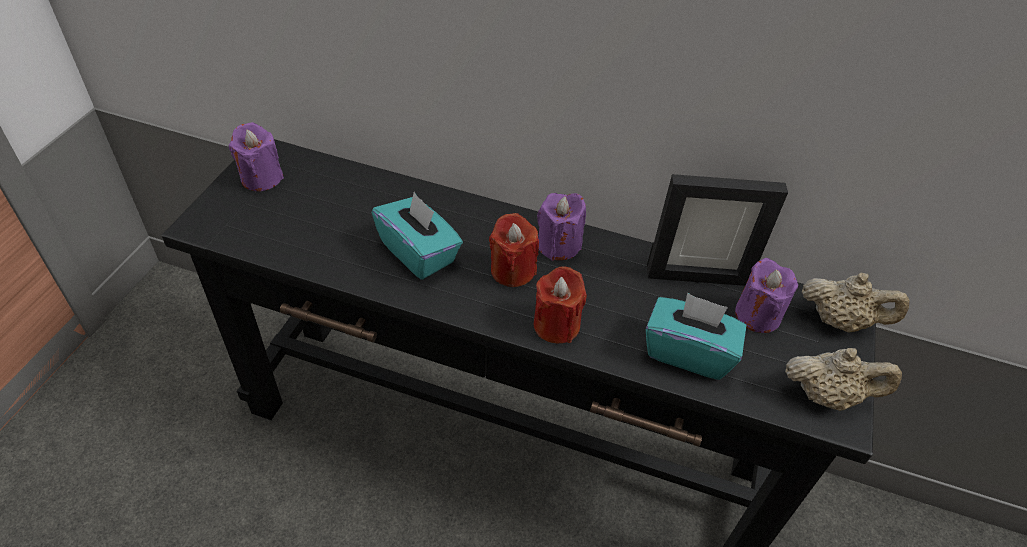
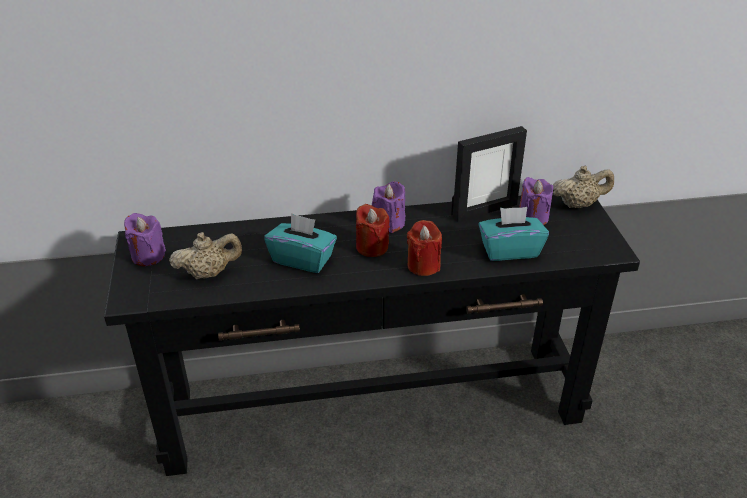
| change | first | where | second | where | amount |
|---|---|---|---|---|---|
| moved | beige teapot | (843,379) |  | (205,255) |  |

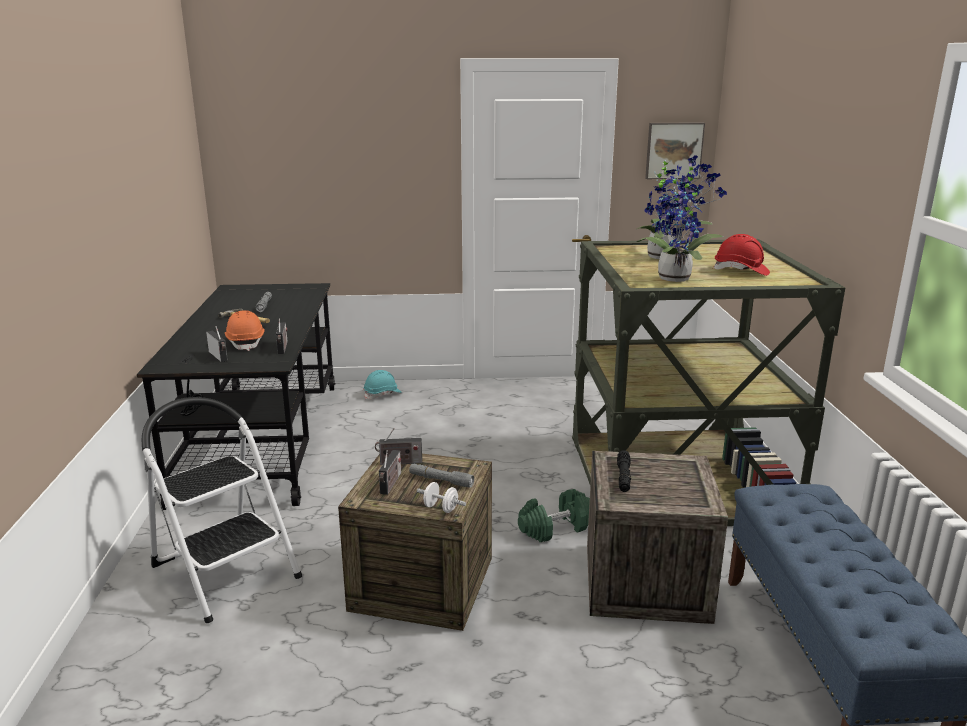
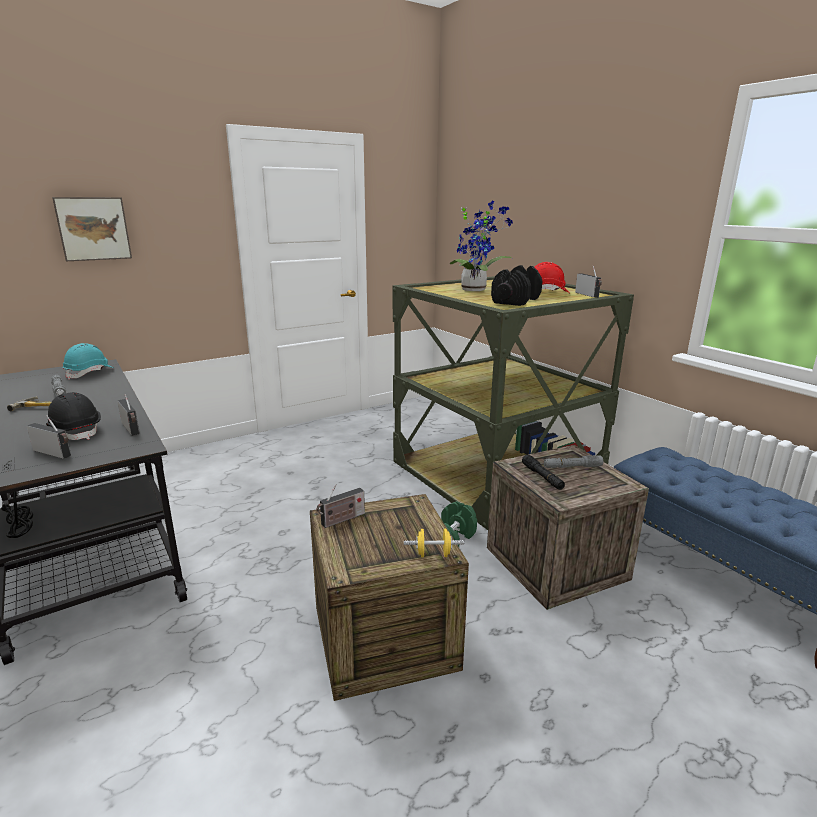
| change | first | where | second | where | amount |
|---|---|---|---|---|---|
| removed | step ladder | (222,510) |  |  |  |
| moved | turquoise hard hat | (383,384) |  | (88,361) |  |
| moved | radio | (390,472) |  | (588,281) |  |
| moved | grey flashlight | (441,476) |  | (573,461) |  |
| moved | picture | (675,151) |  | (92,229) |  |
| replaced | potted plant | (682,223) | black dumbbell | (516,285) |  |
| recoloured | orange hard hat | (245,330) | black hard hat | (73,416) |  |
| recoloured | white dumbbell | (441,497) | yellow dumbbell | (434,543) |  |

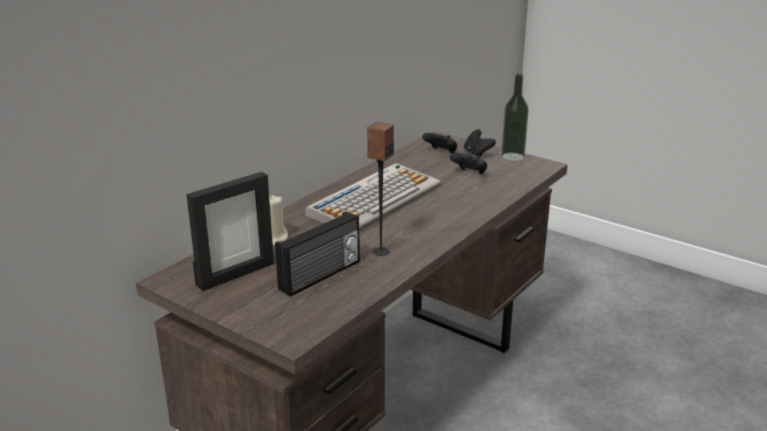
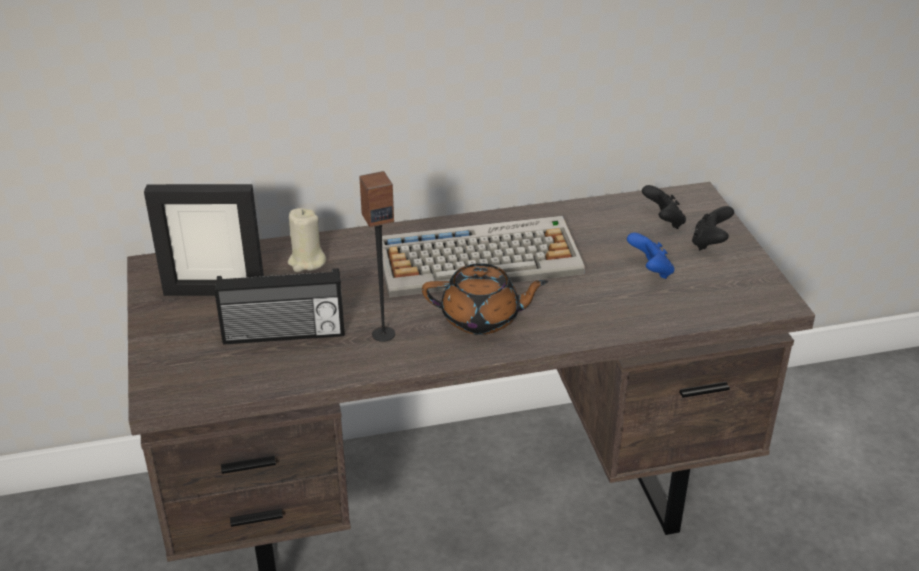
| change | first | where | second | where | amount |
|---|---|---|---|---|---|
| removed | bottle | (515,117) |  |  |  |
| added |  |  | brown teapot | (485,299) |  |
| recoloured | black game controller | (468,163) | blue game controller | (650,255) |  |

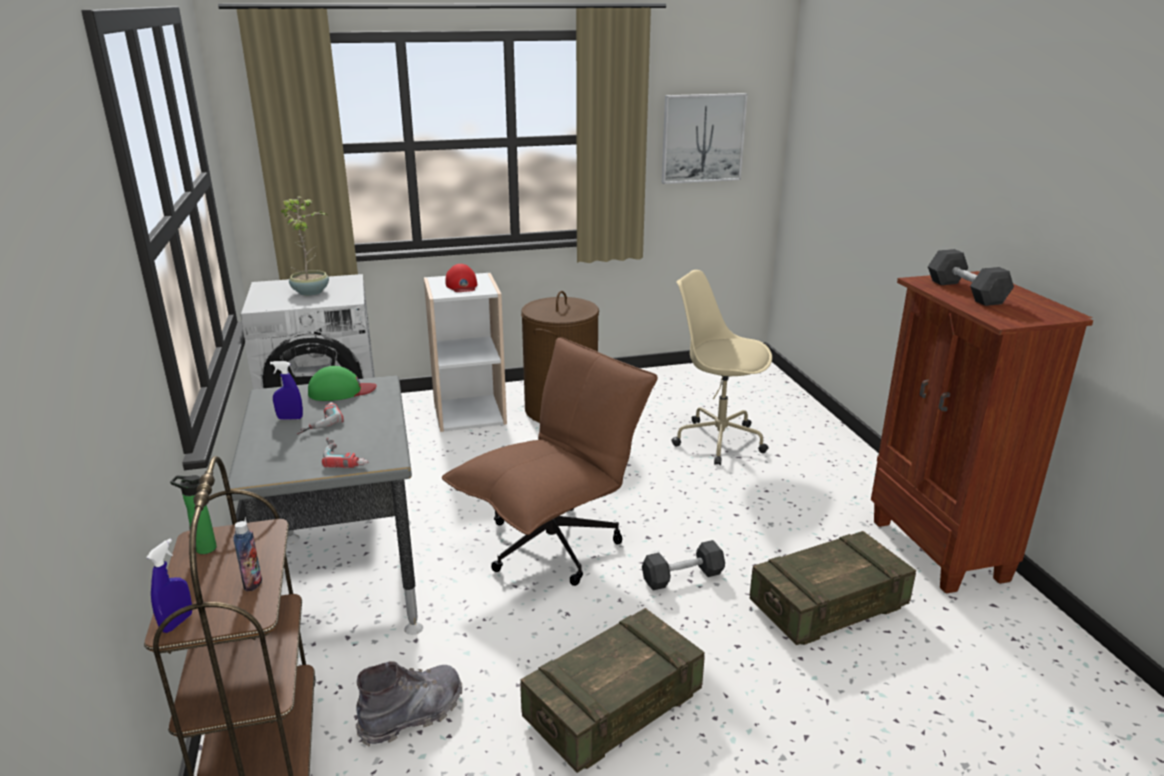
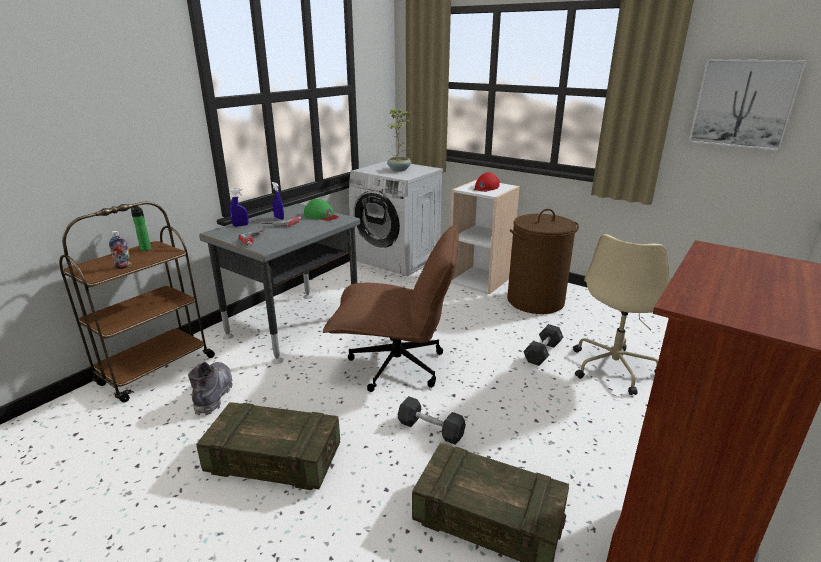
| change | first | where | second | where | amount |
|---|---|---|---|---|---|
| moved | blue spray bottle | (169,585) |  | (239,207) |  |
| moved | grey dumbbell | (971,277) |  | (543,345) |  |
| turned | grey boot | (409,703) |  | (210,389) | 105 degrees counterclockwise |
| turned | beige office chair | (721,367) |  | (621,314) | 135 degrees counterclockwise |

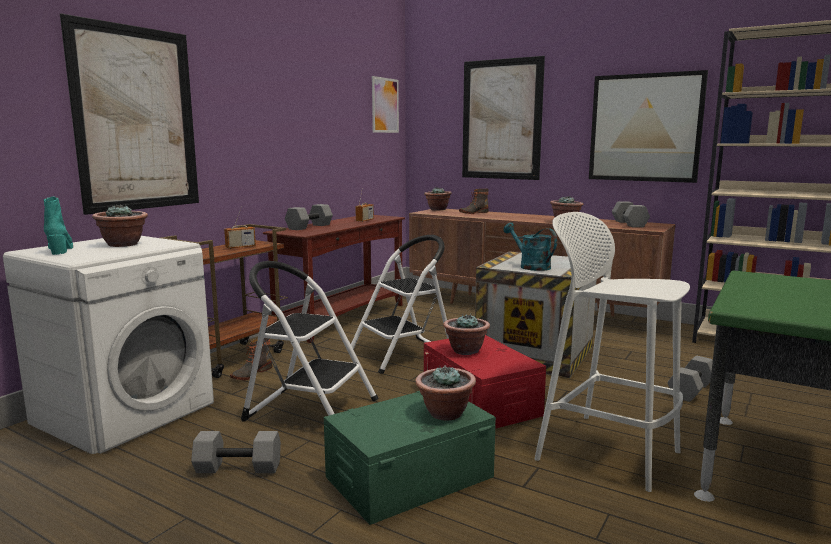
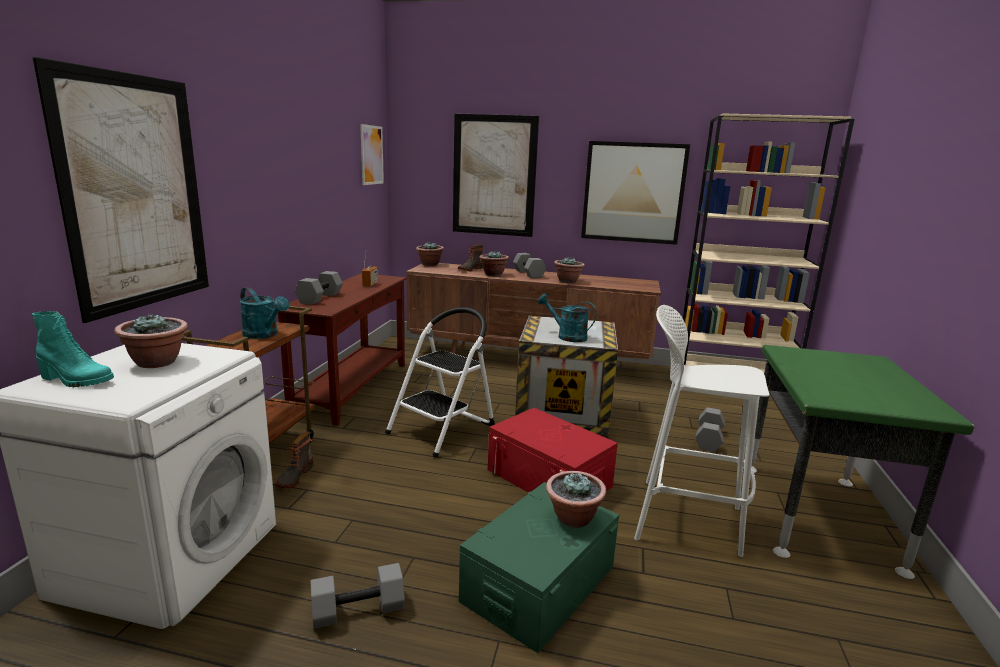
| change | first | where | second | where | amount |
|---|---|---|---|---|---|
| removed | step ladder | (309,341) |  |  |  |
| moved | potted plant | (466,334) |  | (494,263) |  |
| moved | grey dumbbell | (631,214) |  | (529,265) |  |
| replaced | radio | (240,227) | turquoise watering can | (264,313) |  |
| turned | turquoise boot | (58,226) |  | (73,349) | 150 degrees clockwise |

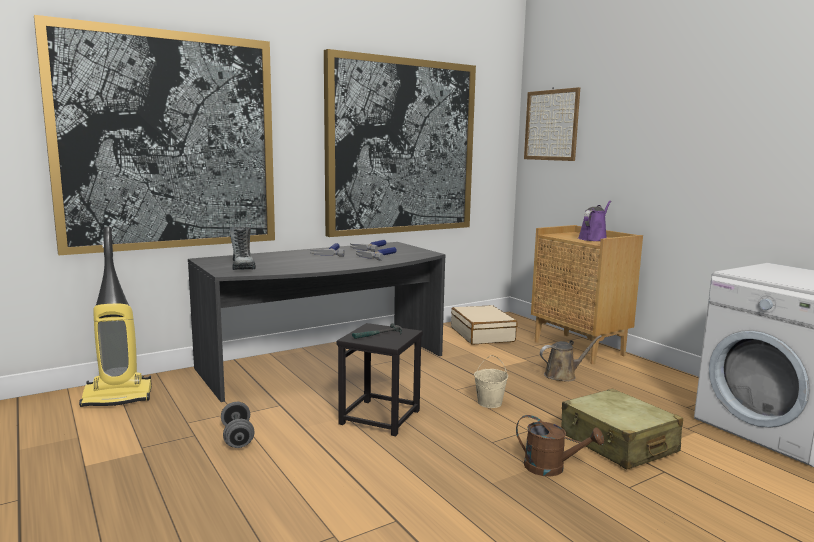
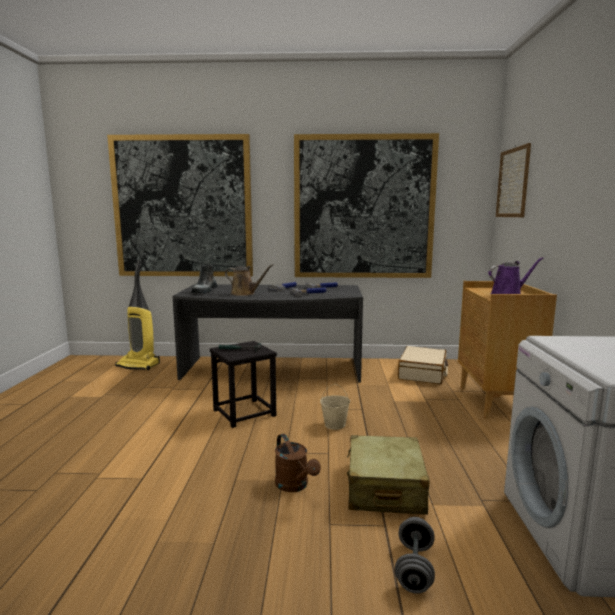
| change | first | where | second | where | amount |
|---|---|---|---|---|---|
| moved | grey dumbbell | (237,425) |  | (415,555) |  |
| moved | brown watering can | (571,358) |  | (249,280) |  |

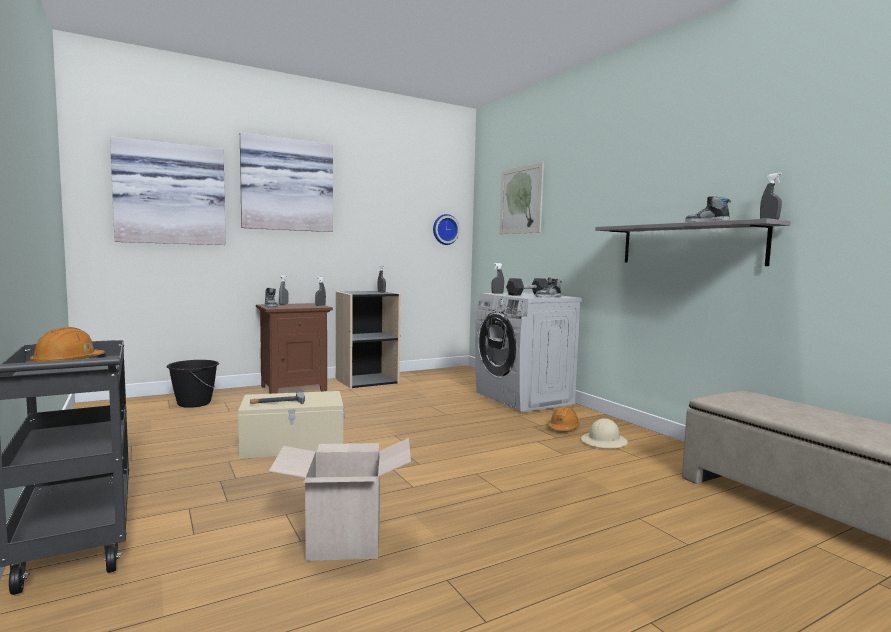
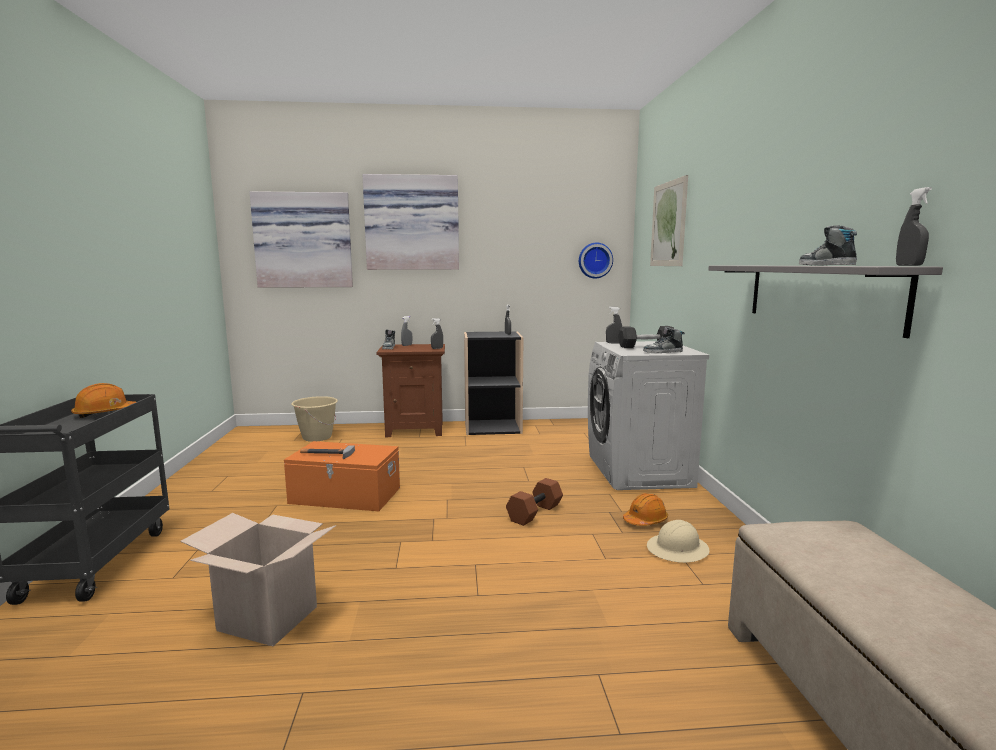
| change | first | where | second | where | amount |
|---|---|---|---|---|---|
| added |  |  | brown dumbbell | (534,502) |  |
| recoloured | black bucket | (192,384) | beige bucket | (314,419) |  |
| recoloured | beige storage box | (291,425) | orange storage box | (342,476) |  |

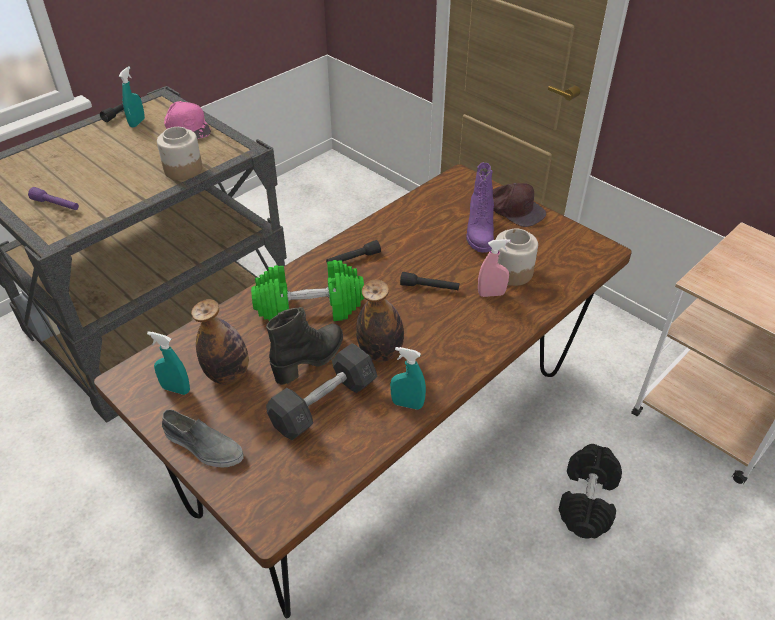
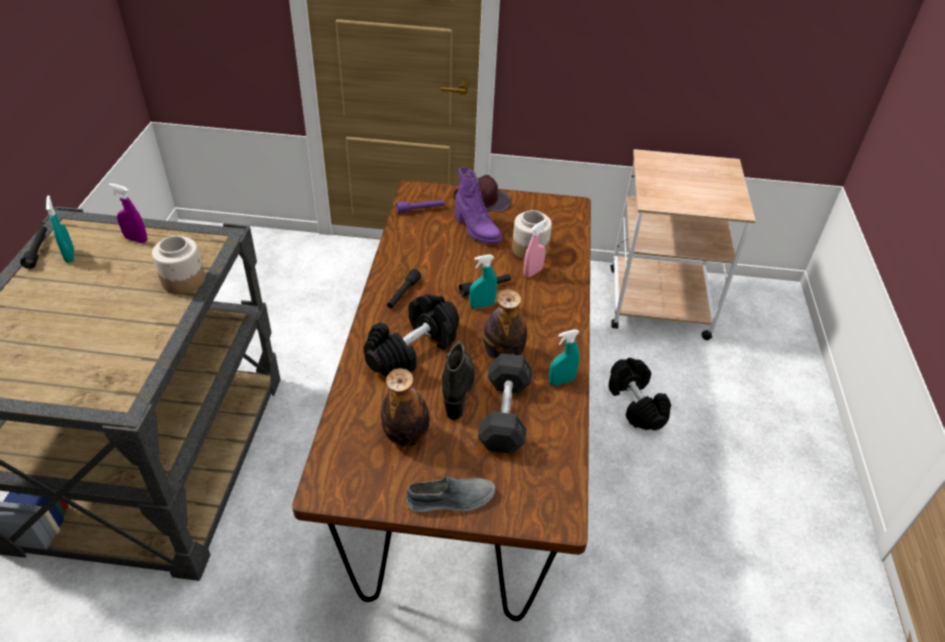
| change | first | where | second | where | amount |
|---|---|---|---|---|---|
| moved | purple flashlight | (53,198) |  | (420,206) |  |
| moved | turquoise spray bottle | (168,363) |  | (483,281) |  |
| replaced | pink cap | (187,120) | purple spray bottle | (128,213) |  |
| recoloured | green dumbbell | (308,290) | black dumbbell | (411,335) |  |

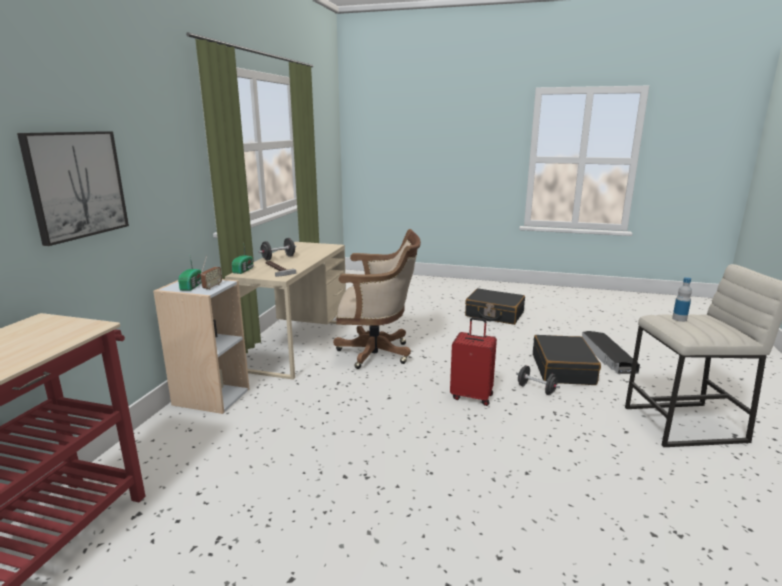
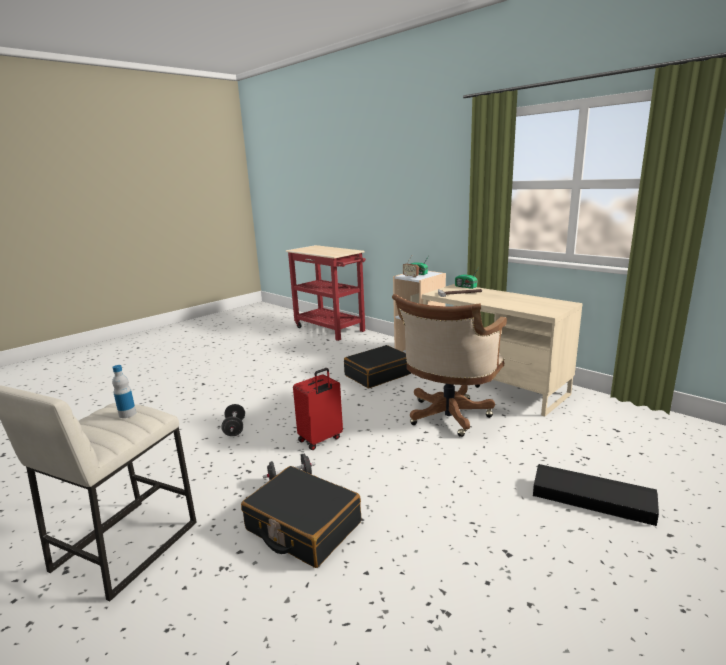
| change | first | where | second | where | amount |
|---|---|---|---|---|---|
| removed | picture | (73,188) |  |  |  |
| moved | black dumbbell | (277,249) |  | (233,420) |  |
| moved | black suitcase | (495,306) |  | (377,366) |  |
| moved | black storage box | (611,352) |  | (596,495) |  |

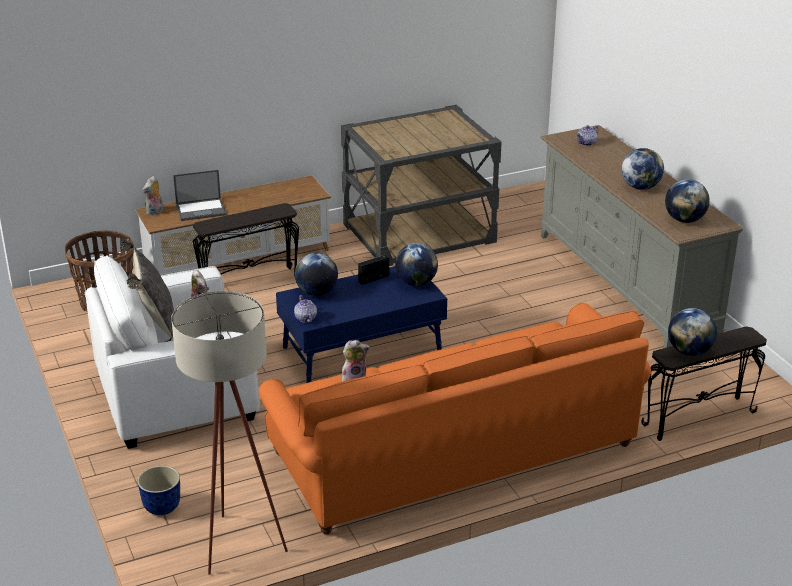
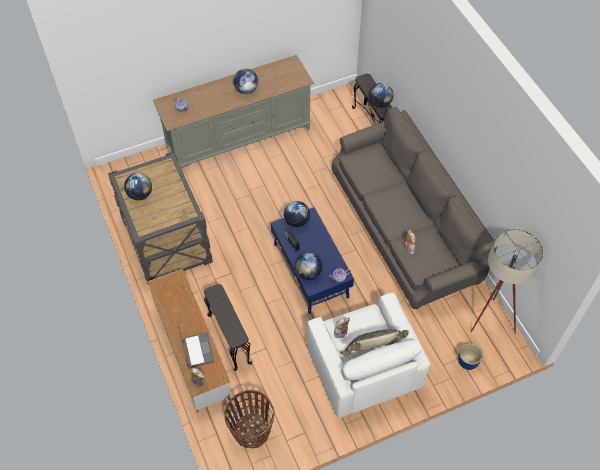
| change | first | where | second | where | amount |
|---|---|---|---|---|---|
| moved | globe | (687,201) |  | (138,186) |  |
| recoloured | orange sofa | (455,419) | grey sofa | (414,208) |  |

